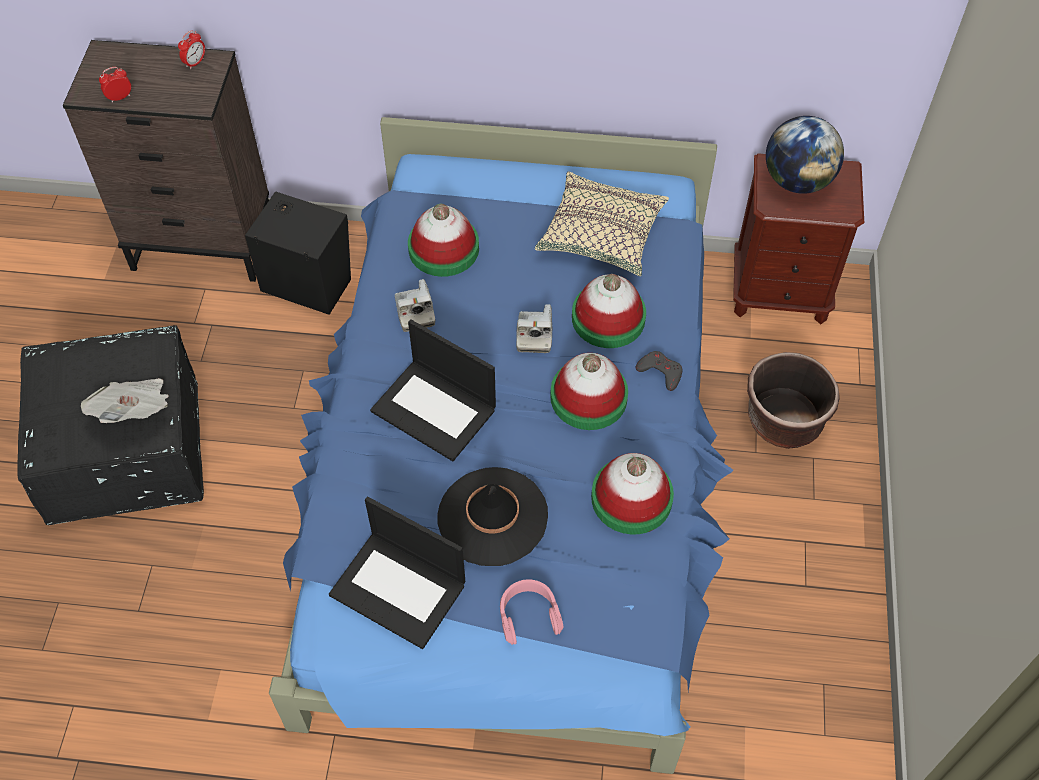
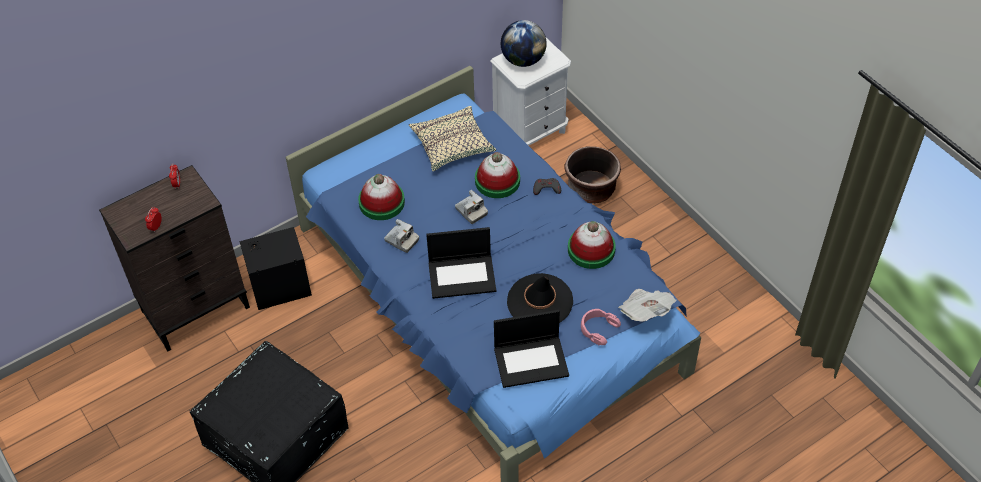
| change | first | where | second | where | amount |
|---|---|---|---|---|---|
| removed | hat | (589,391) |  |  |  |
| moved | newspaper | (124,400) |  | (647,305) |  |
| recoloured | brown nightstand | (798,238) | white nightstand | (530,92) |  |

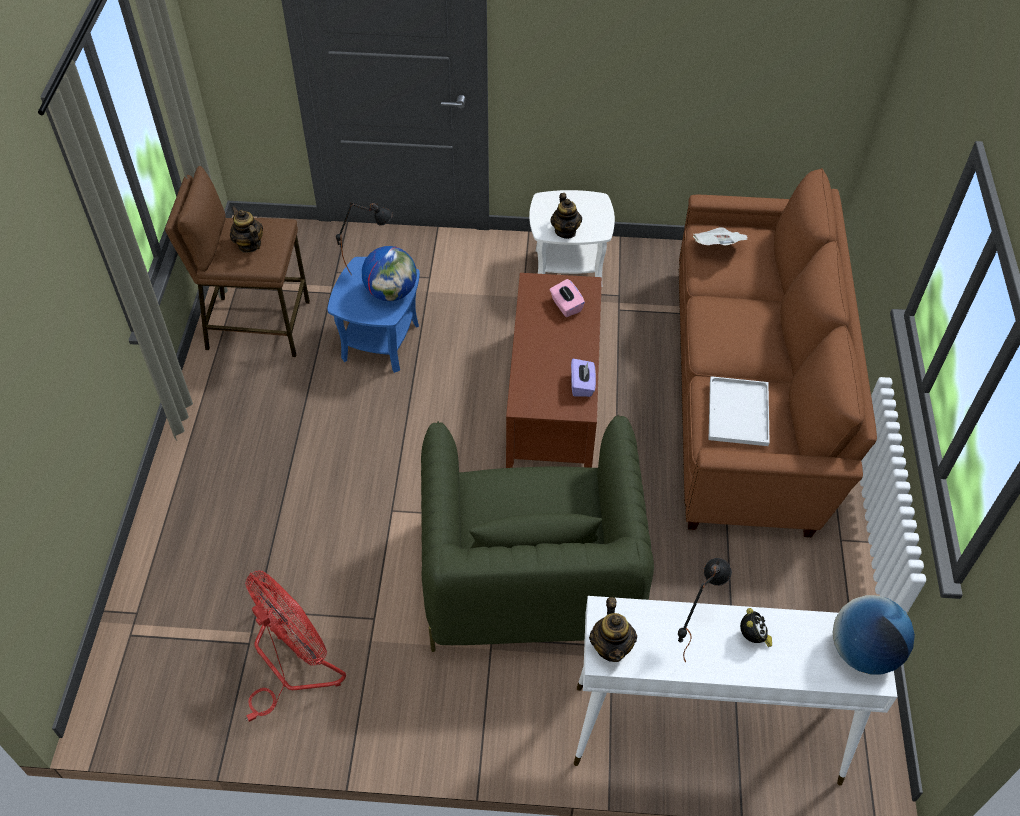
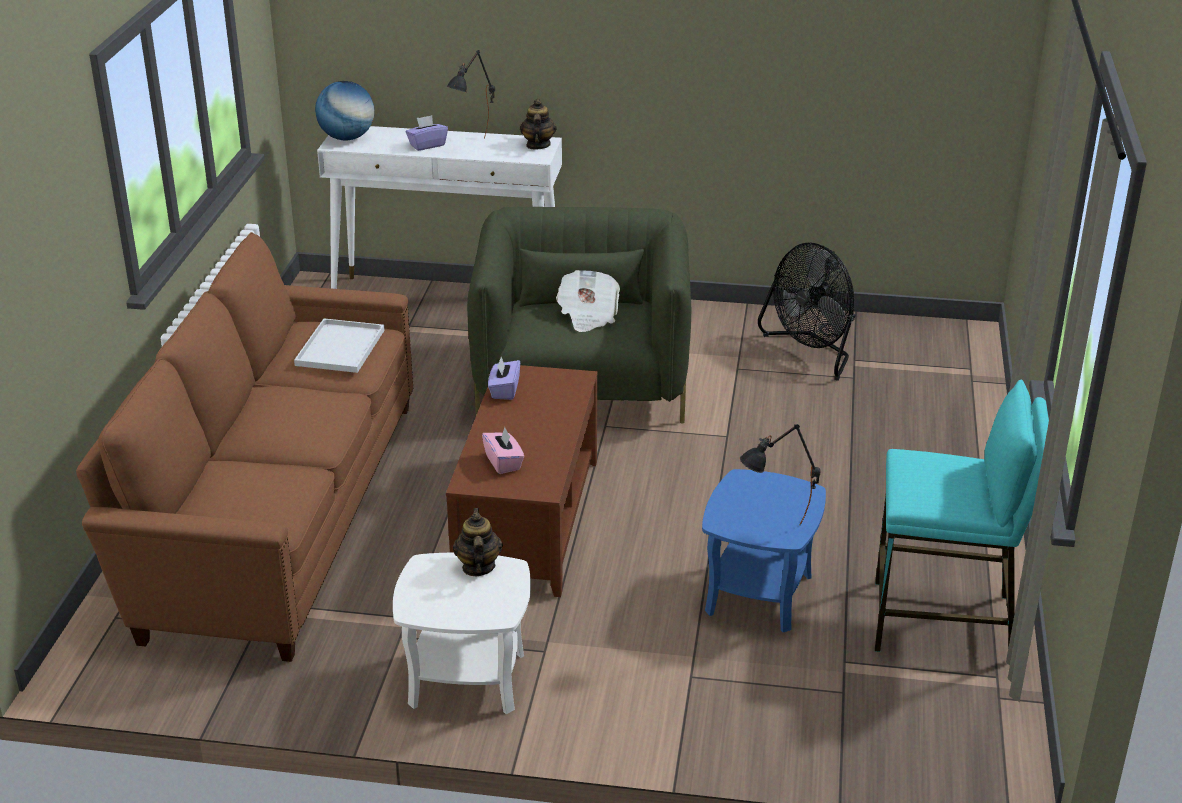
| change | first | where | second | where | amount |
|---|---|---|---|---|---|
| removed | teapot | (246,229) |  |  |  |
| removed | globe | (389,273) |  |  |  |
| moved | newspaper | (720,236) |  | (588,301) |  |
| replaced | alarm clock | (756,627) | purple tissue box | (427,133) |  |
| recoloured | brown stool | (237,261) | turquoise stool | (962,516) |  |
| recoloured | red fan | (295,646) | black fan | (807,312) |  |

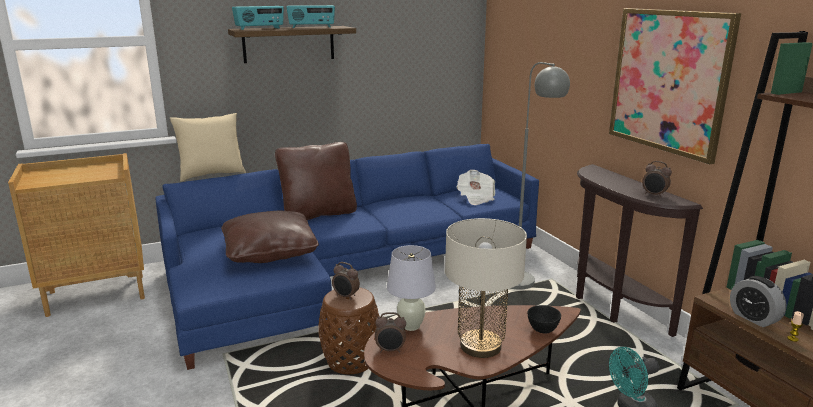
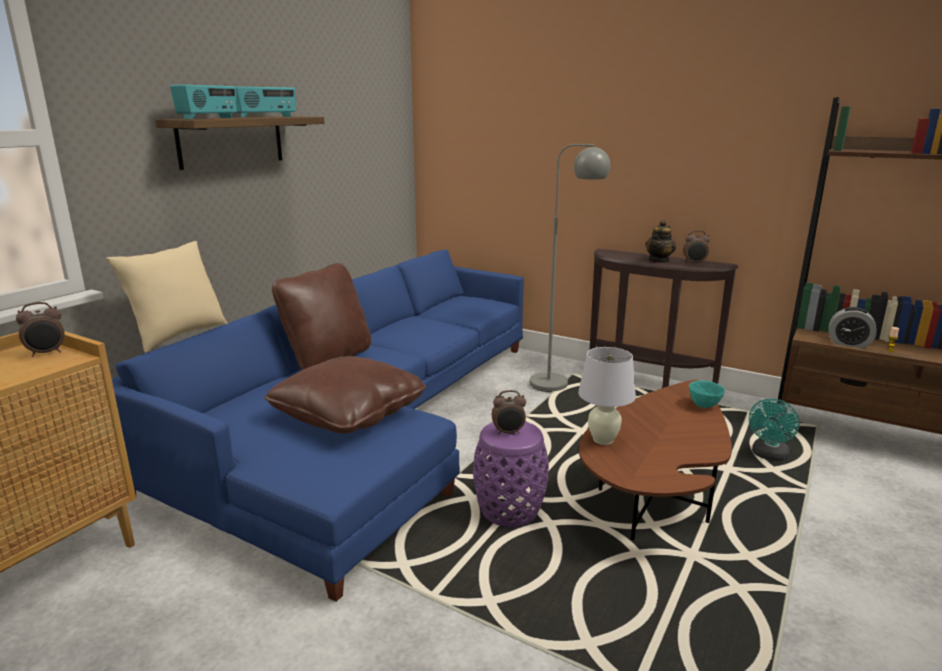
| change | first | where | second | where | amount |
|---|---|---|---|---|---|
| removed | table lamp | (486,288) |  |  |  |
| removed | newspaper | (476,187) |  |  |  |
| removed | picture | (675,86) |  |  |  |
| added |  |  | teapot | (660,241) |  |
| moved | alarm clock | (390,332) |  | (40,329) |  |
| recoloured | brown stool | (348,330) | purple stool | (511,474) |  |
| recoloured | black bowl | (544,319) | turquoise bowl | (707,394) |  |

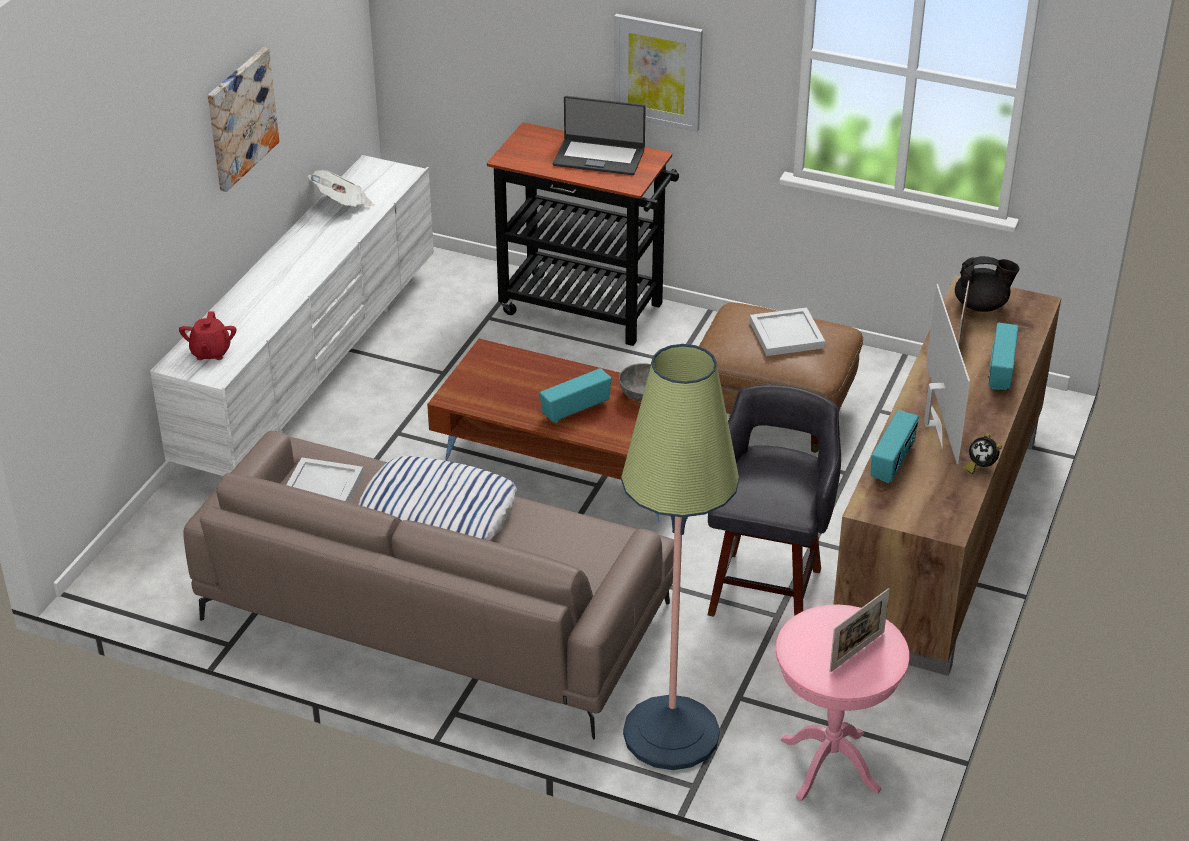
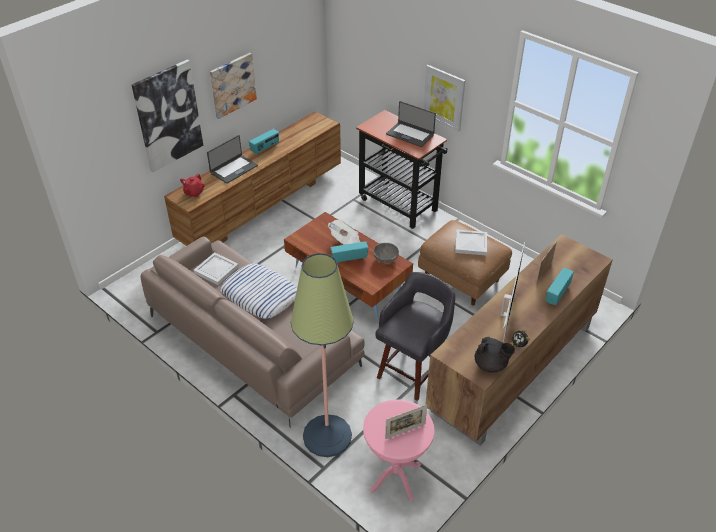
| change | first | where | second | where | amount |
|---|---|---|---|---|---|
| added |  |  | picture | (167,116) |  |
| added |  |  | laptop | (232,159) |  |
| moved | newspaper | (341,188) |  | (344,232) |  |
| moved | radio | (894,446) |  | (264,142) |  |
| moved | black teapot | (987,284) |  | (495,354) |  |
| recoloured | white cabinet | (292,315) | brown cabinet | (252,178) |  |

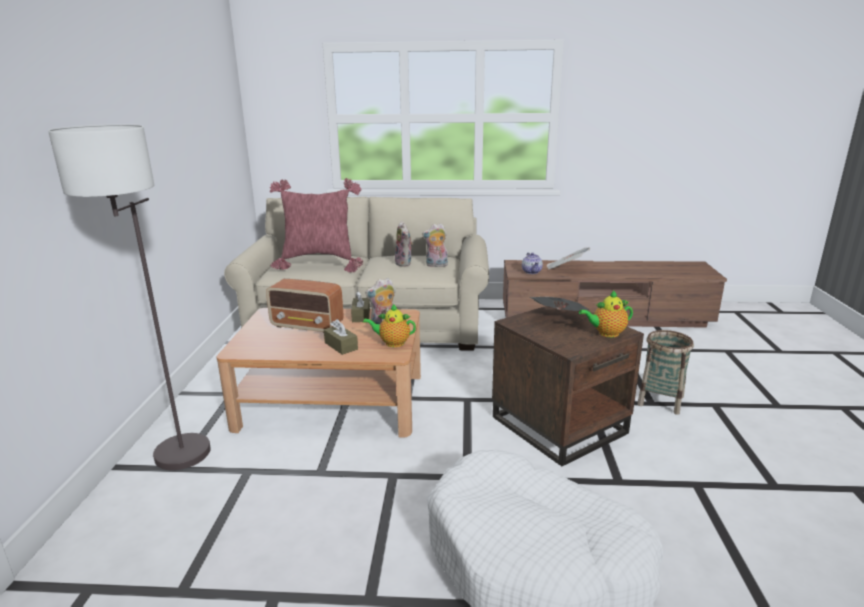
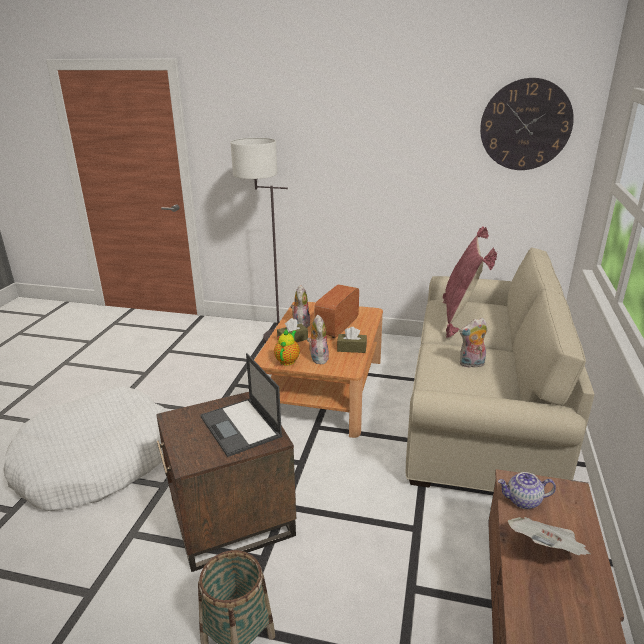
| change | first | where | second | where | amount |
|---|---|---|---|---|---|
| removed | teapot | (606,313) |  |  |  |
| added |  |  | wall clock | (527,124) |  |
| moved | plush toy | (435,245) |  | (300,306) |  |
| replaced | newspaper | (559,304) | laptop | (241,405) |  |

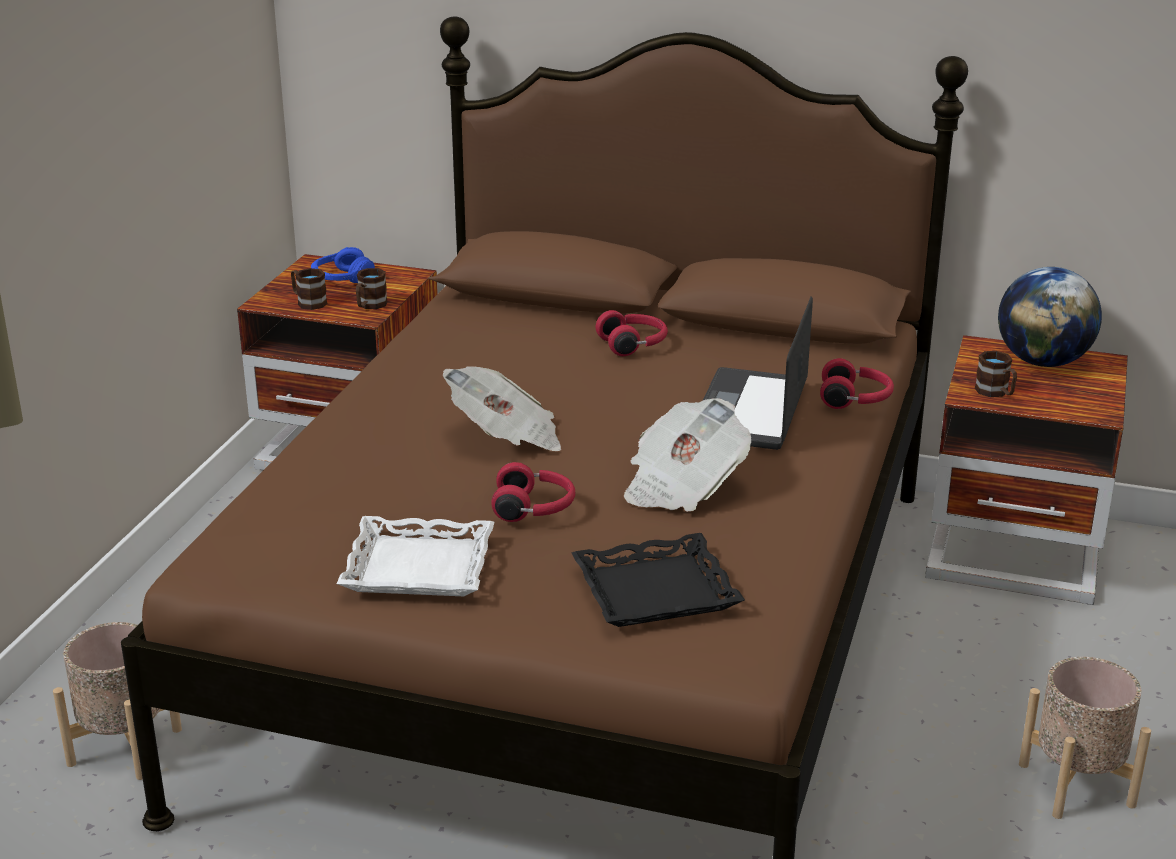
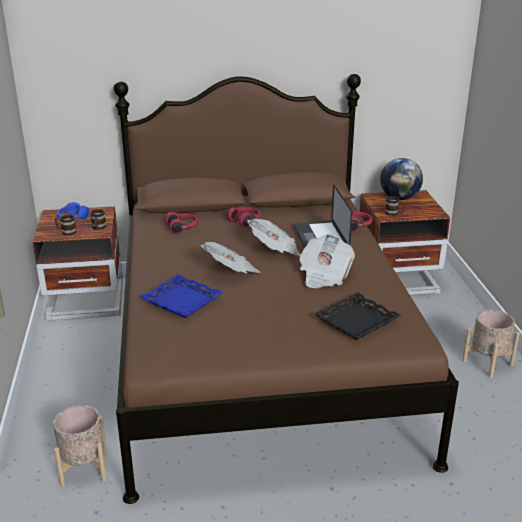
| change | first | where | second | where | amount |
|---|---|---|---|---|---|
| removed | white tray | (415,556) |  |  |  |
| added |  |  | blue tray | (181,296) |  |
| added |  |  | newspaper | (273,237) |  |
| moved | red headphones | (533,492) |  | (181,223) |  |

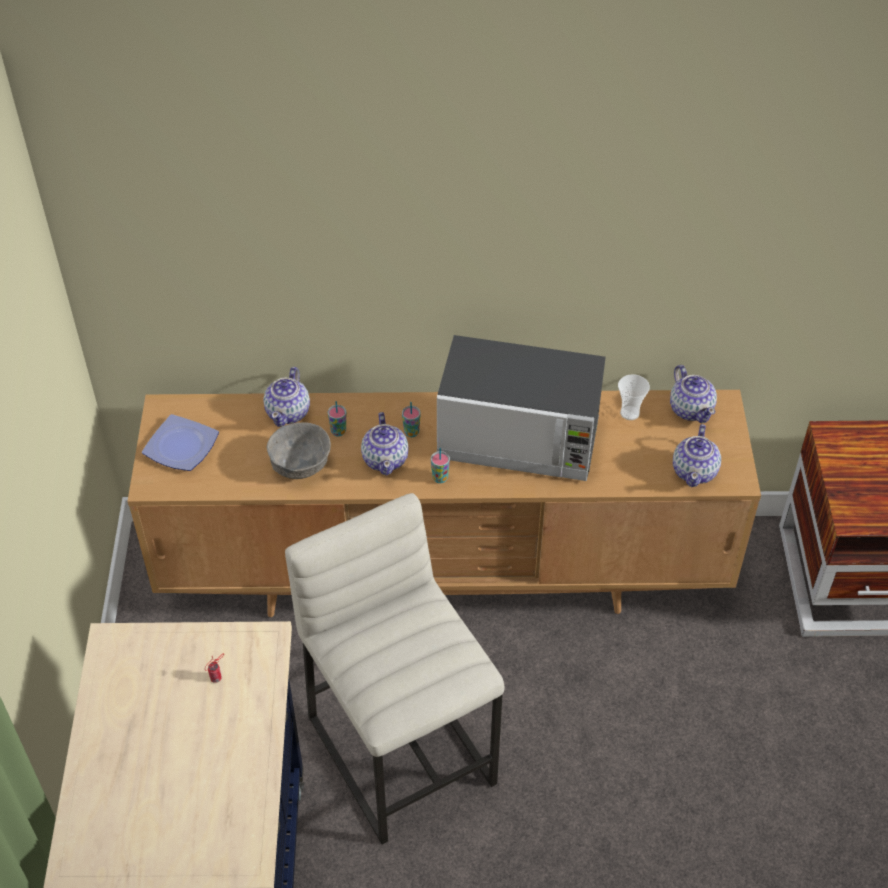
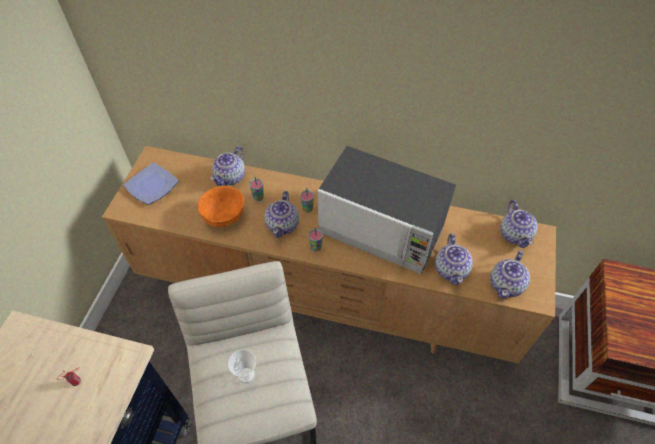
| change | first | where | second | where | amount |
|---|---|---|---|---|---|
| added |  |  | teapot | (454,259) |  |
| moved | cup | (634,397) |  | (242,366) |  |
| recoloured | grey bowl | (299,450) | orange bowl | (221,206) |  |

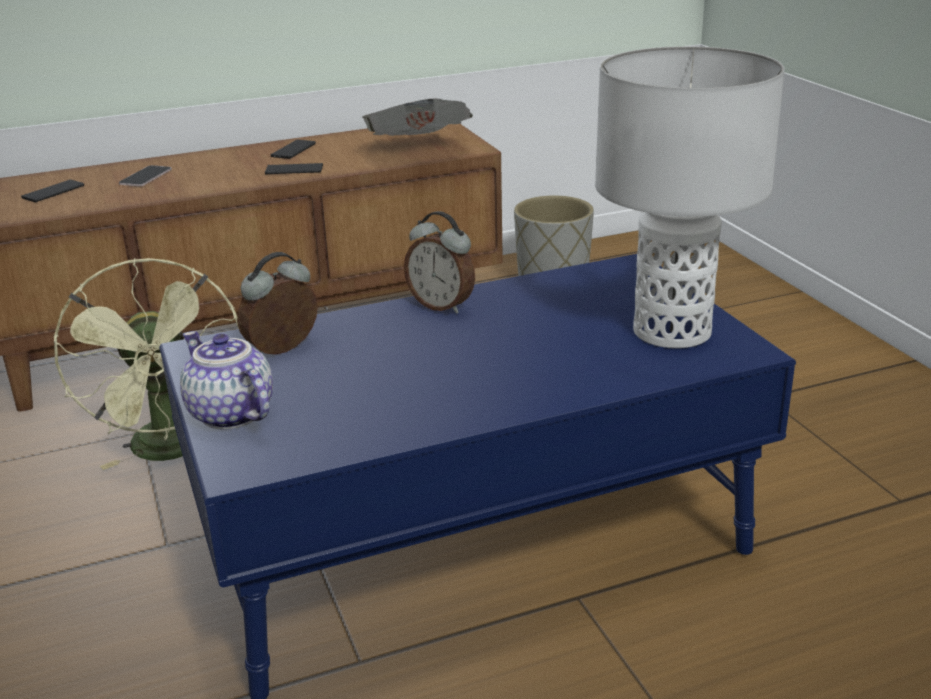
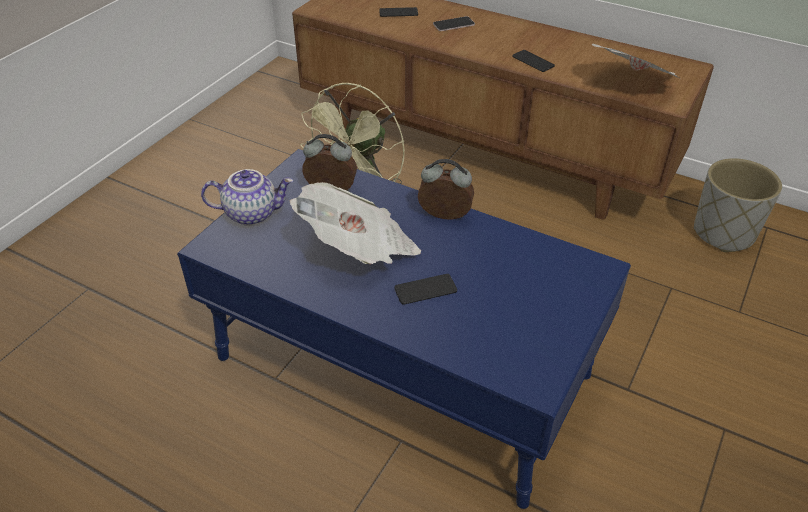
| change | first | where | second | where | amount |
|---|---|---|---|---|---|
| removed | white table lamp | (690,197) |  |  |  |
| added |  |  | newspaper | (355,223) |  |
| moved | phone | (293,149) |  | (425,289) |  |
| turned | teapot | (226,380) |  | (247,197) | 75 degrees clockwise |
| turned | alarm clock | (439,262) |  | (446,189) | 105 degrees clockwise |

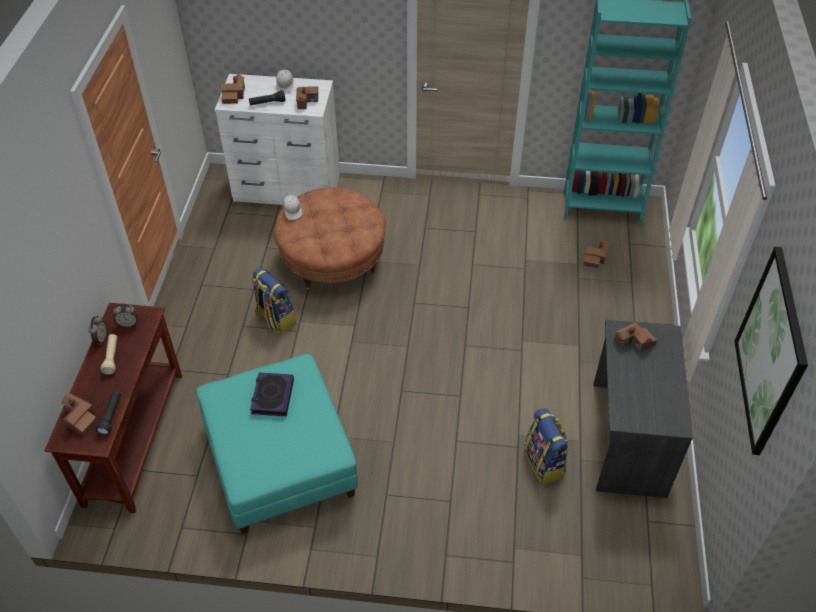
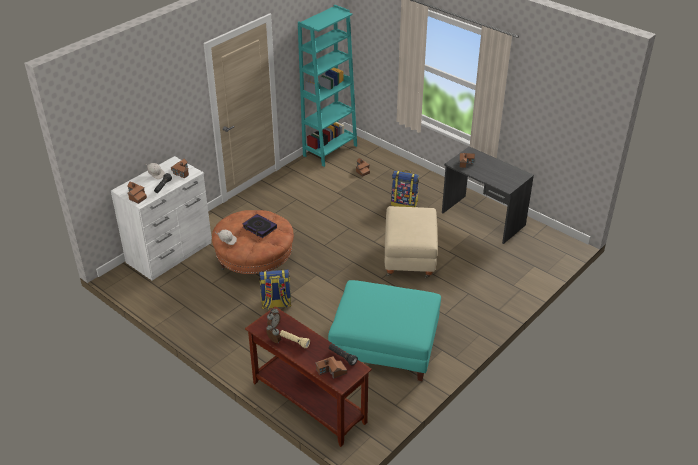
| change | first | where | second | where | amount |
|---|---|---|---|---|---|
| removed | picture | (771,351) |  |  |  |
| added |  |  | beige ottoman | (411,242) |  |
| moved | book | (272,394) |  | (260,226) |  |
| moved | backpack | (546,446) |  | (405,188) |  |

